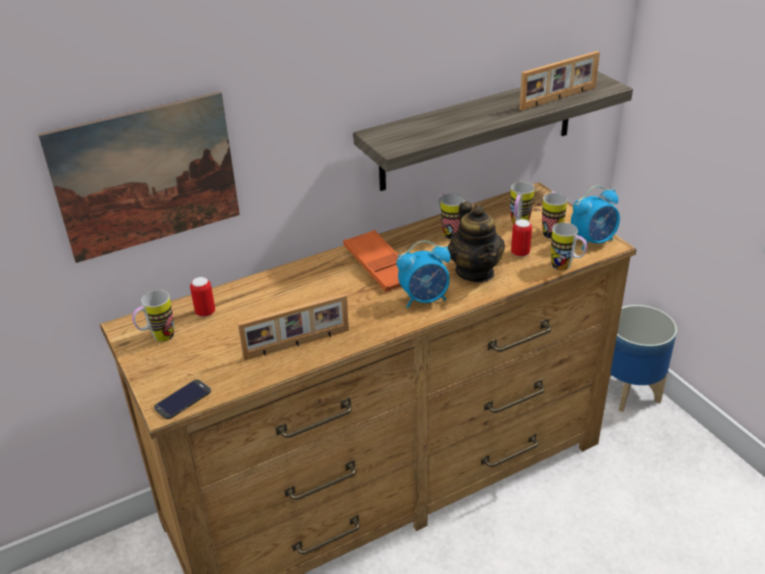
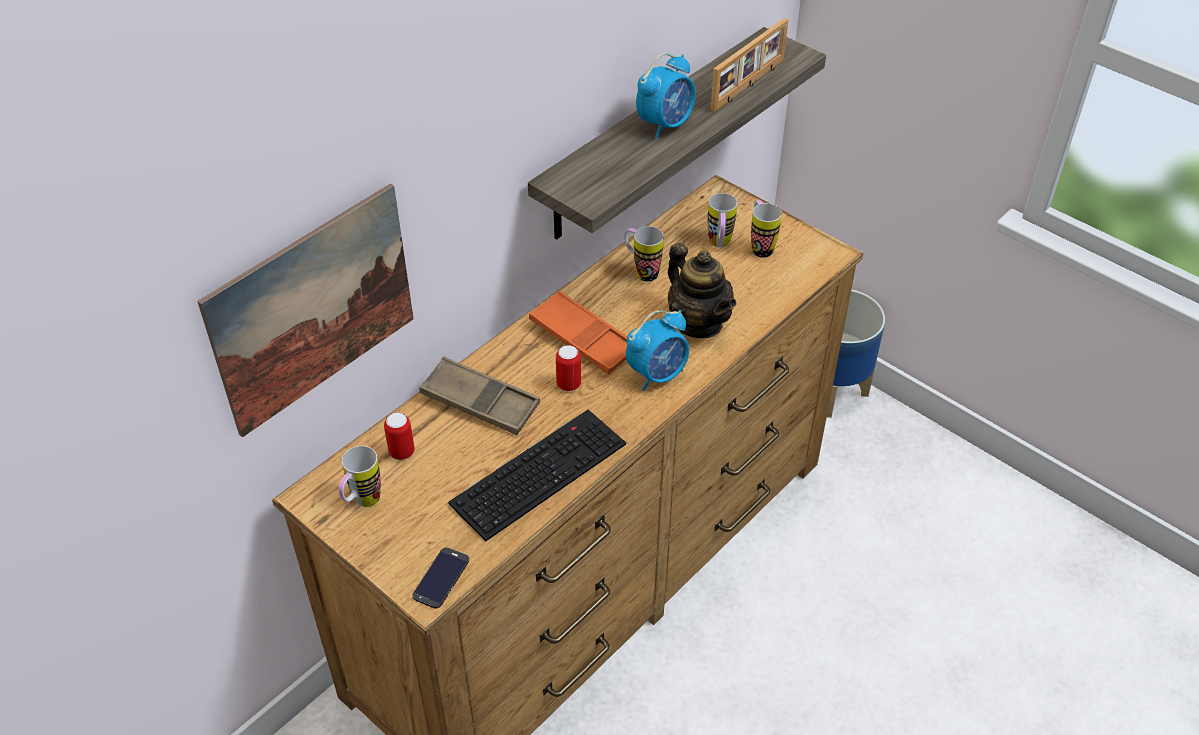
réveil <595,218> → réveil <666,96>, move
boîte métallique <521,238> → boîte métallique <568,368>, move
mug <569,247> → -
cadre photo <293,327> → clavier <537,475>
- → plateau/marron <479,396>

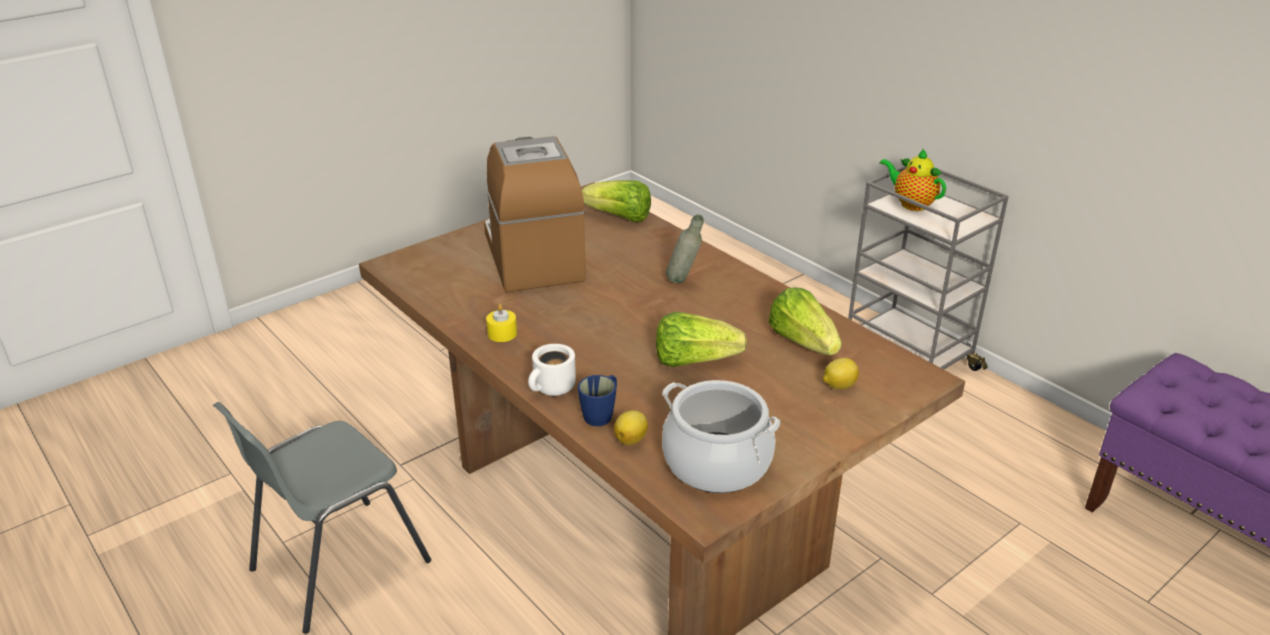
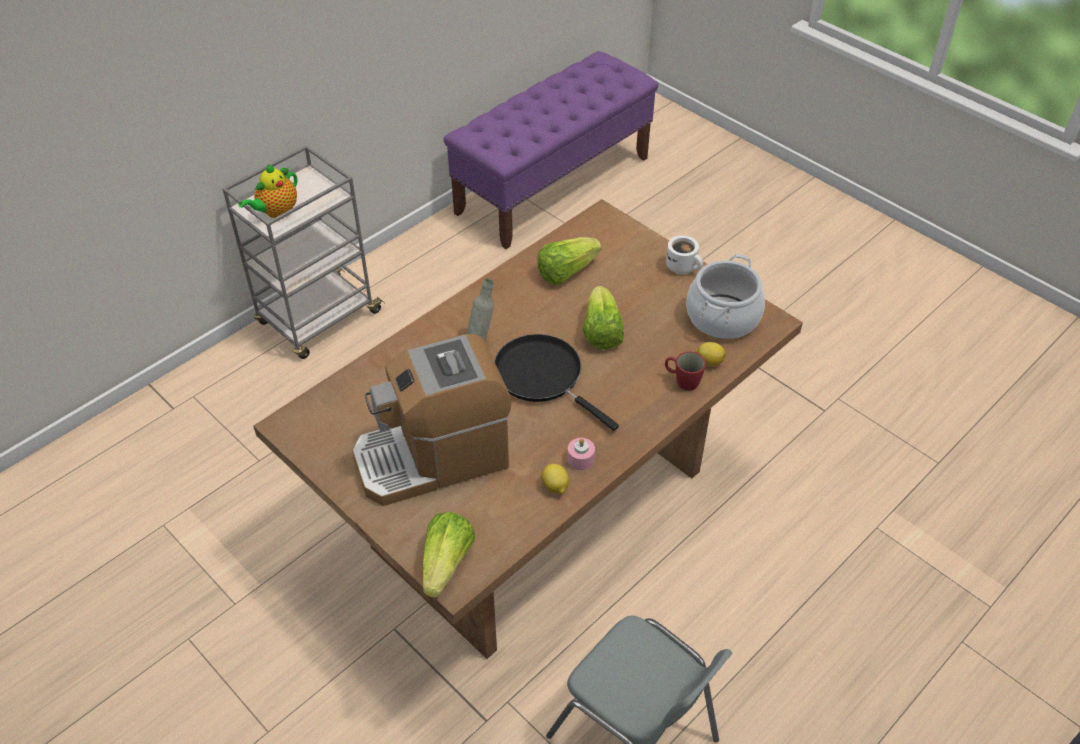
laitue <616,201> → laitue <448,555>, move
bougie/jaune <501,323> → bougie/rose <581,454>
mug/blanc <552,370> → mug/blanc <684,254>, move
citron <841,373> → citron <555,479>, move
mug/bleu <597,400> → mug/rouge <685,371>
- → poêle/noir <556,382>

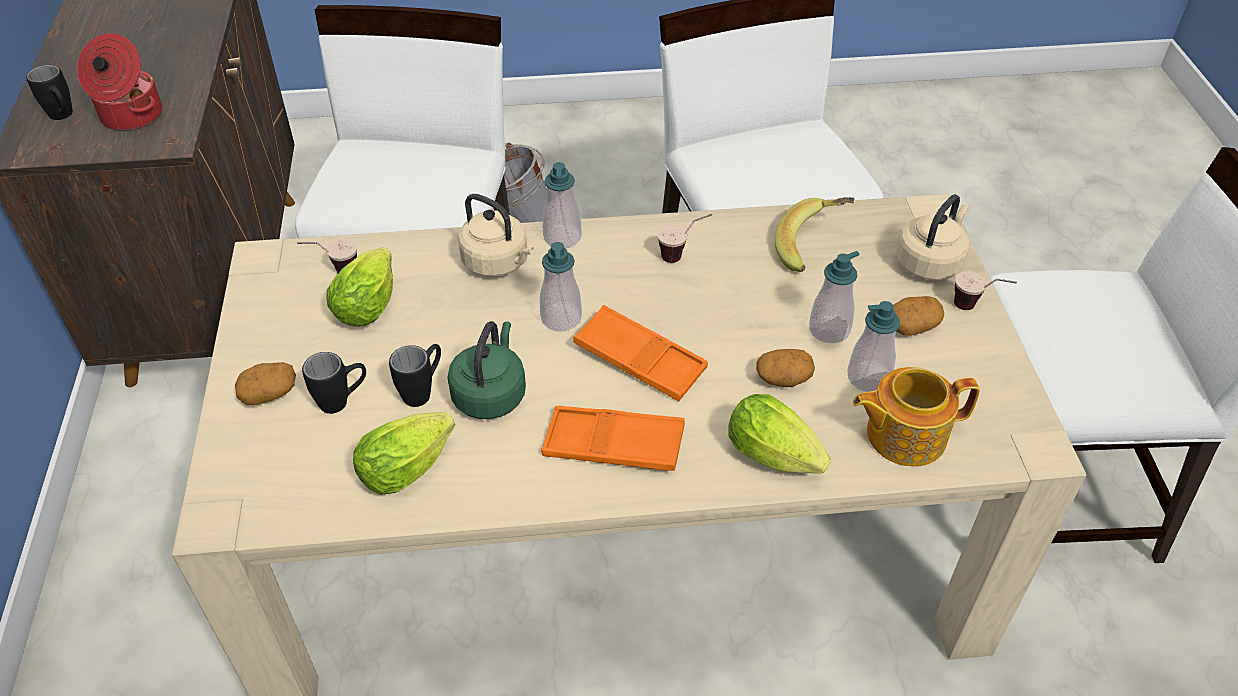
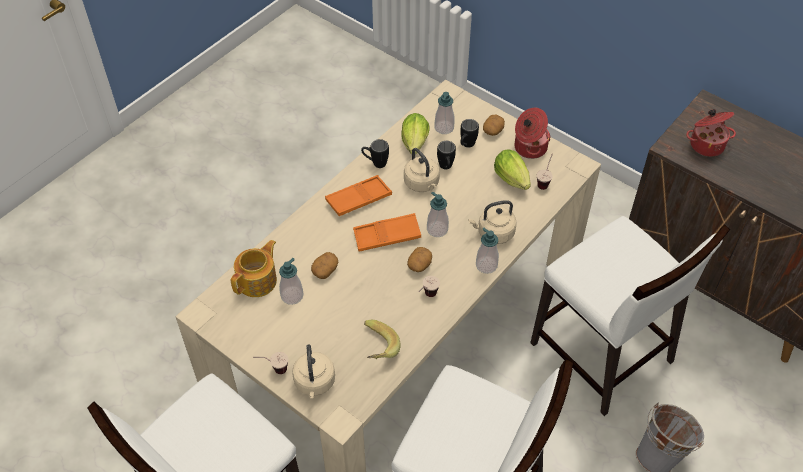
mug/noir <49,92> → mug/noir <375,153>, move
distributeur de savon <834,297> → distributeur de savon <444,113>, move
pomme de terre <918,316> → pomme de terre <419,259>, move
bouilloire/vert <486,370> → bouilloire/beige <422,170>
laitue <779,433> → -
- → marmite <532,133>

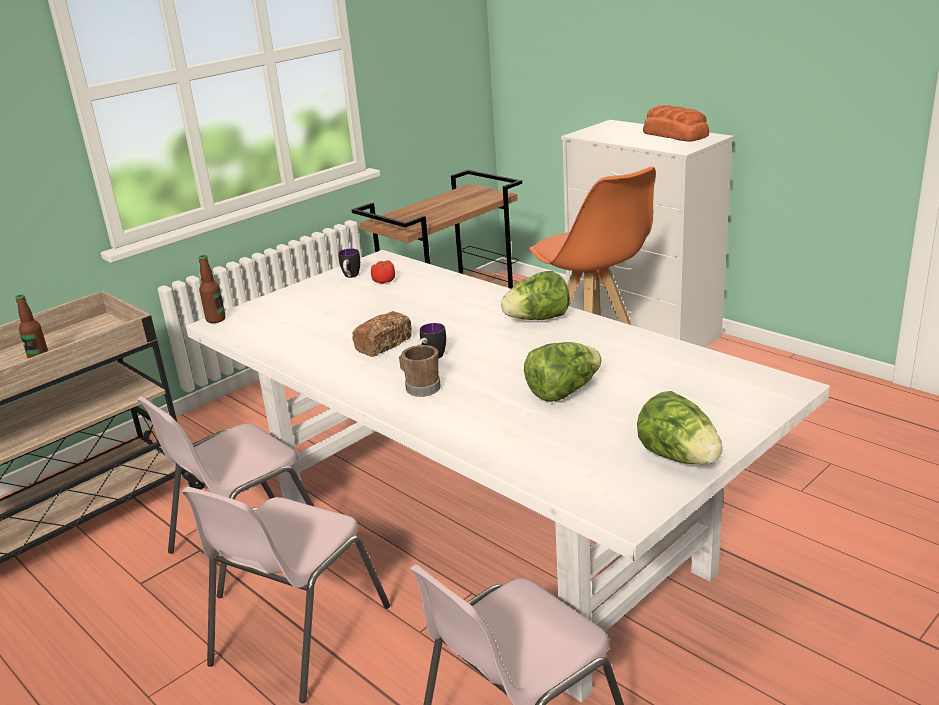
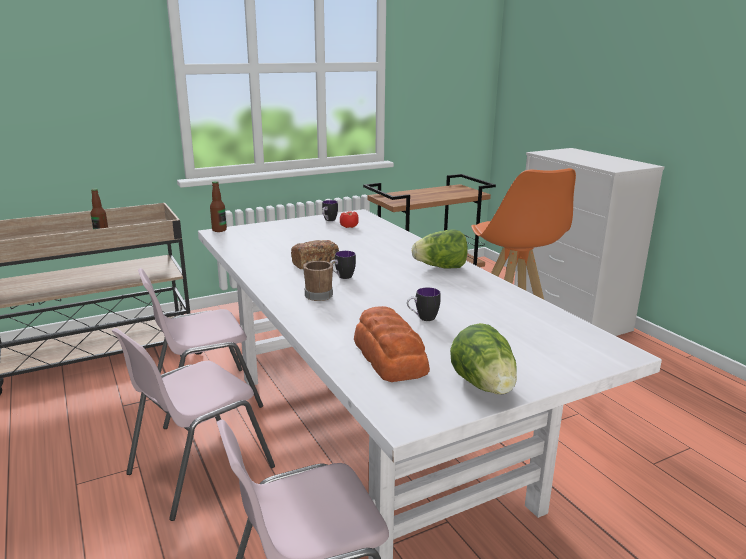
pain <676,123> → pain <392,344>, move
laitue <563,372> → mug <424,304>

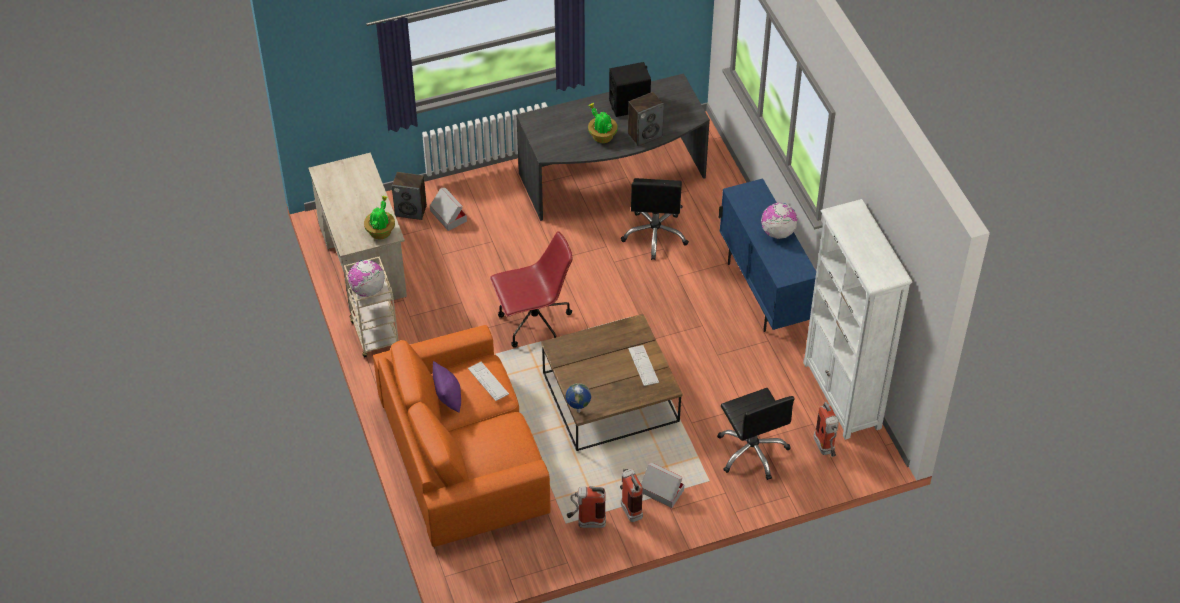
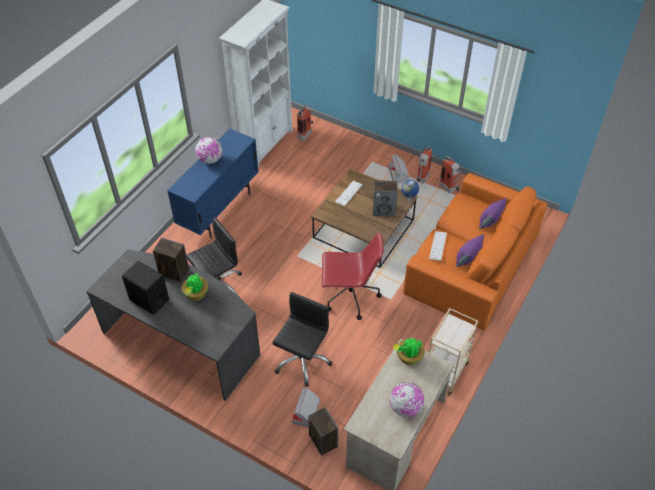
chaise de bureau/rouge <531,289> → chaise de bureau/rouge <353,276>, 150 degrees clockwise
globe <366,278> → globe <406,399>, move
chaise de bureau/noir <756,434> → chaise de bureau/noir <302,339>, move
- → enceinte <385,198>
- → coussin/violet <493,213>

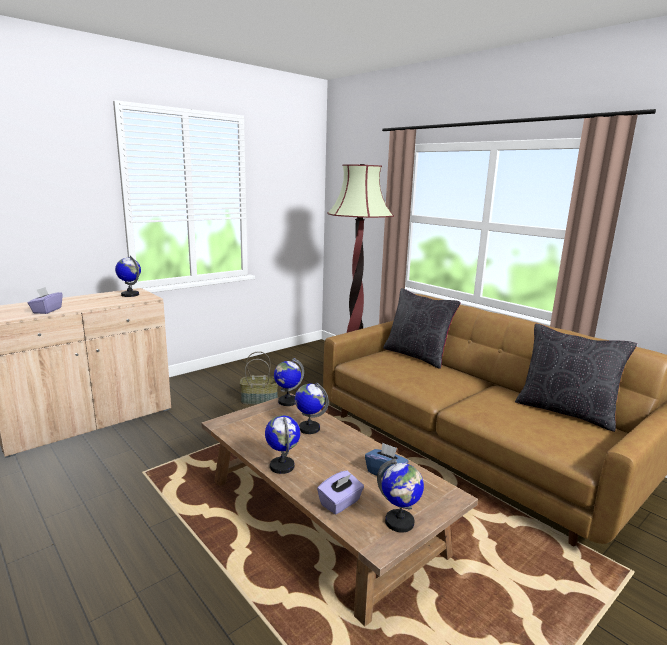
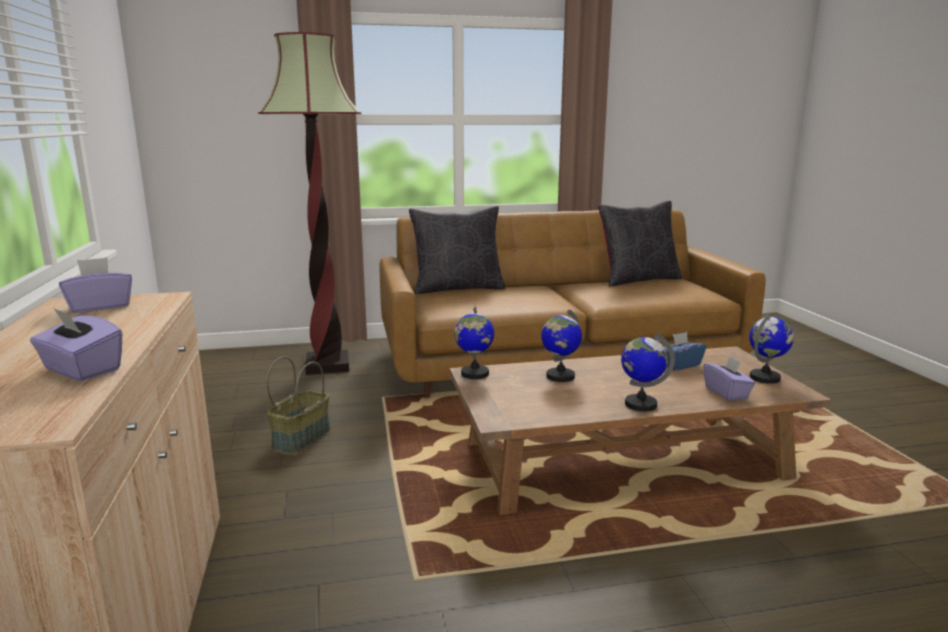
globe <128,276> → boîte à mouchoirs/violet <95,285>

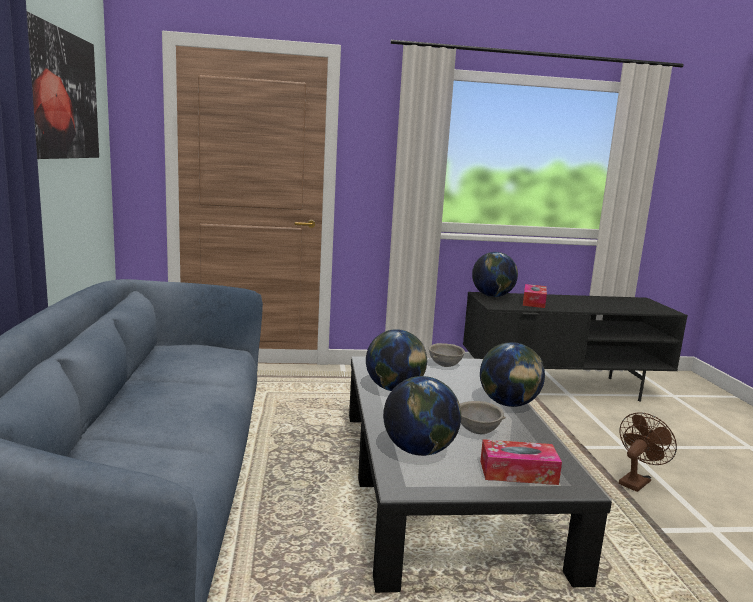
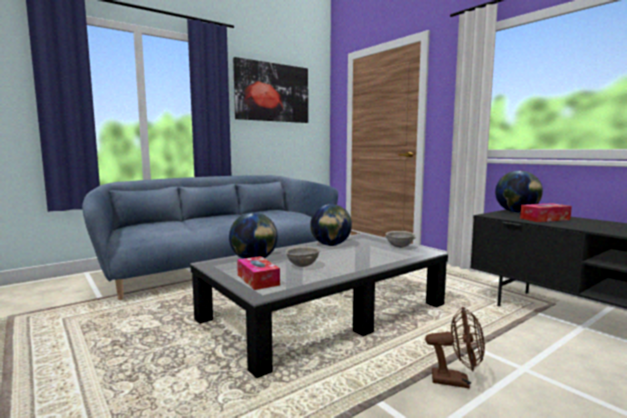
globe <512,374> → -

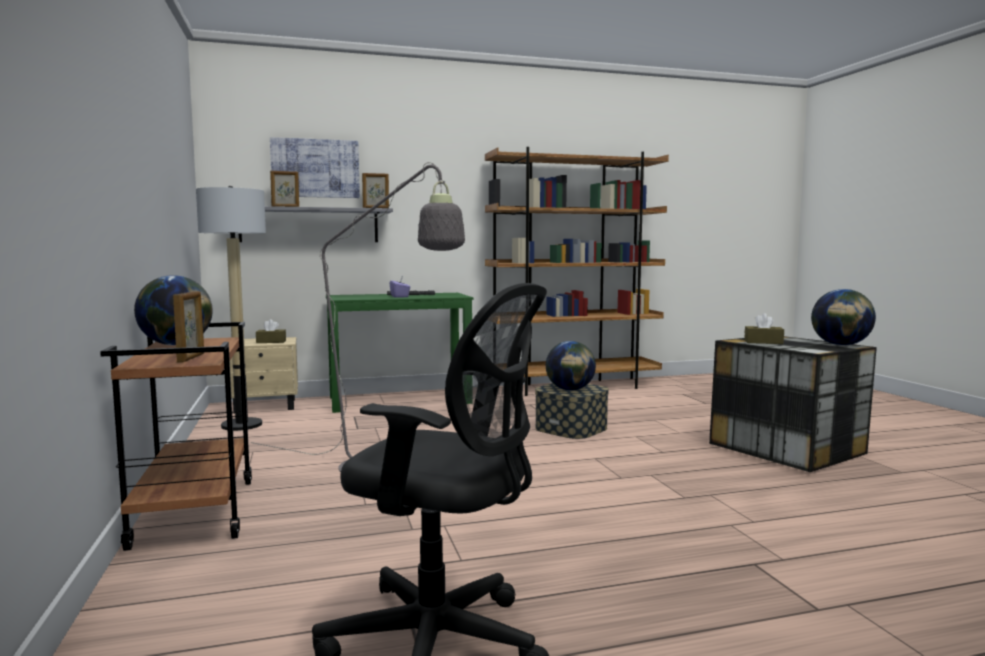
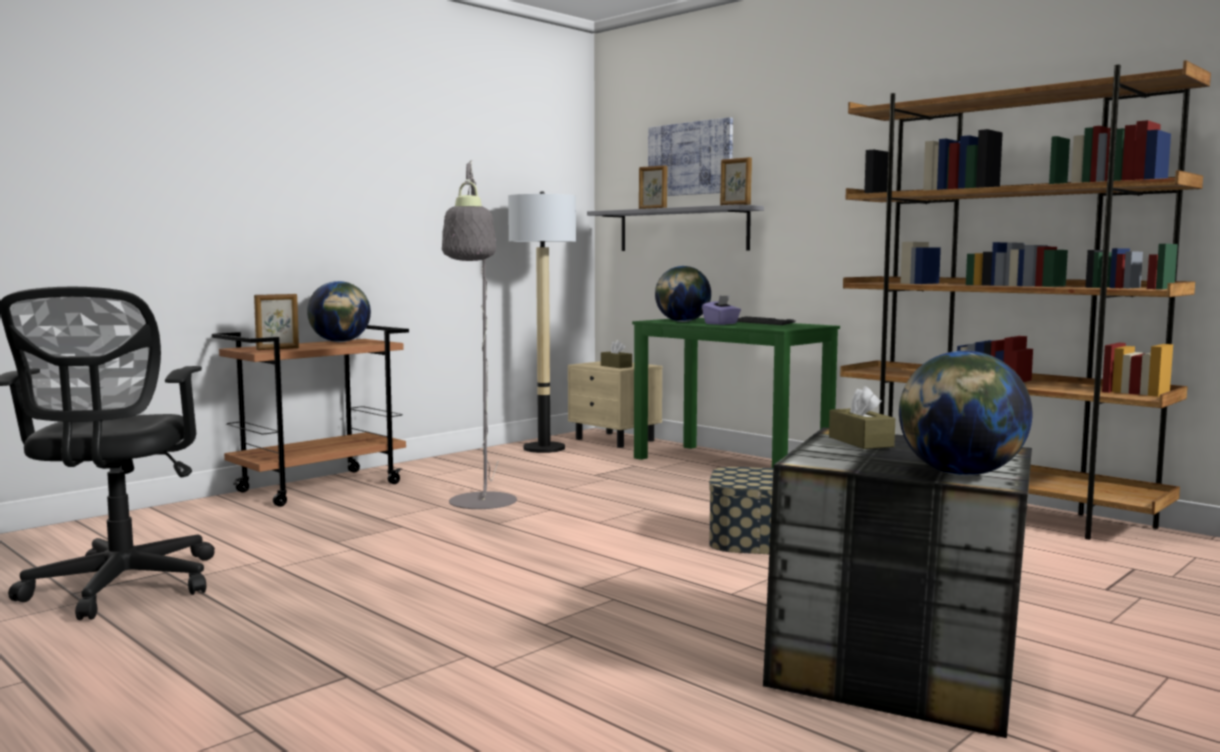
globe <571,366> → globe <683,294>, move

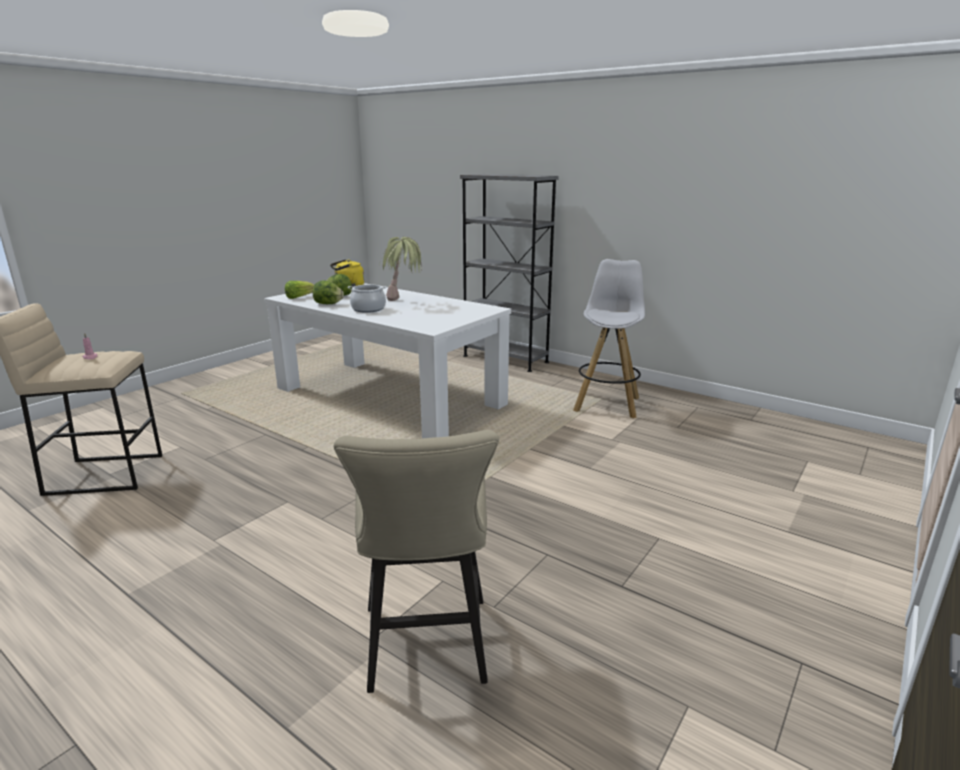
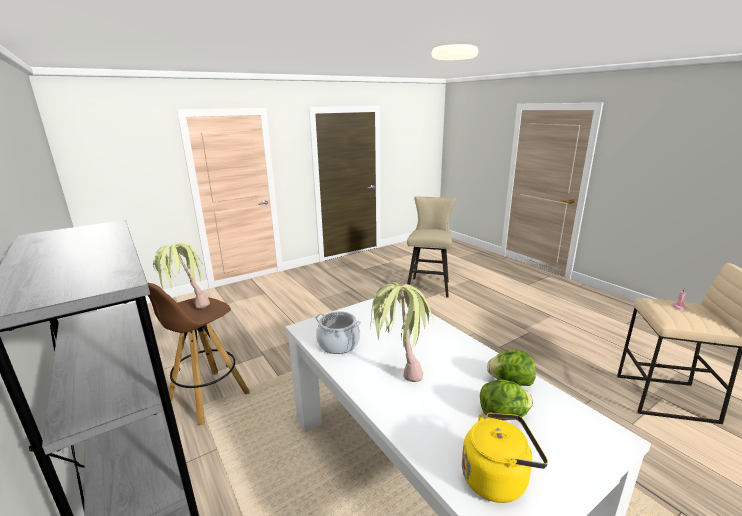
tabouret/blanc <609,338> → tabouret/marron <198,353>
laitue <299,290> → -
marmite <367,298> → marmite <338,332>, move
- → plante en pot <181,275>

